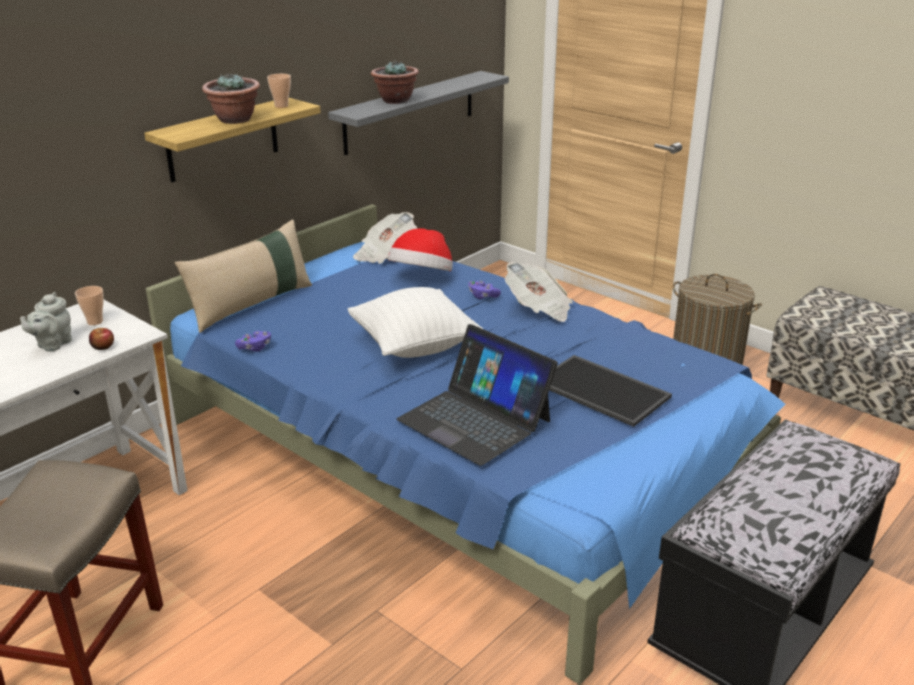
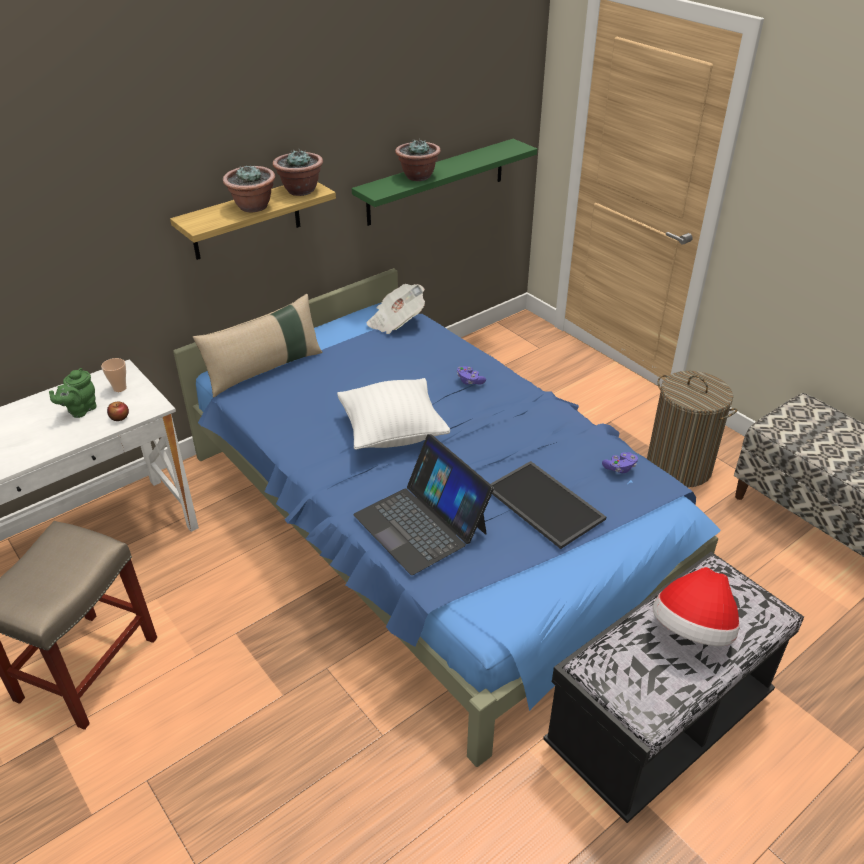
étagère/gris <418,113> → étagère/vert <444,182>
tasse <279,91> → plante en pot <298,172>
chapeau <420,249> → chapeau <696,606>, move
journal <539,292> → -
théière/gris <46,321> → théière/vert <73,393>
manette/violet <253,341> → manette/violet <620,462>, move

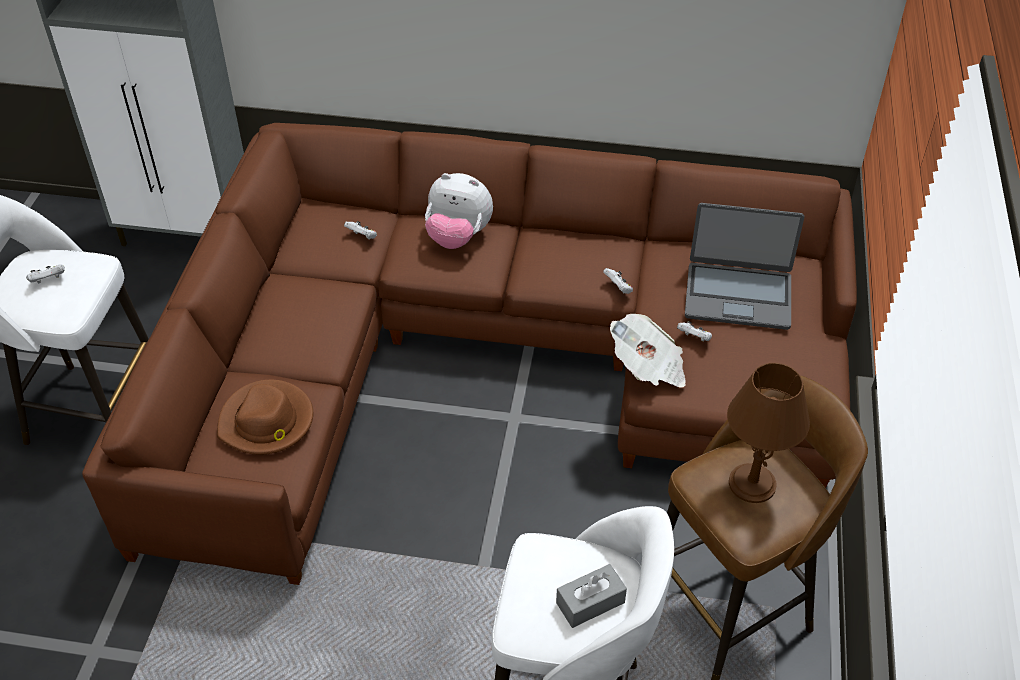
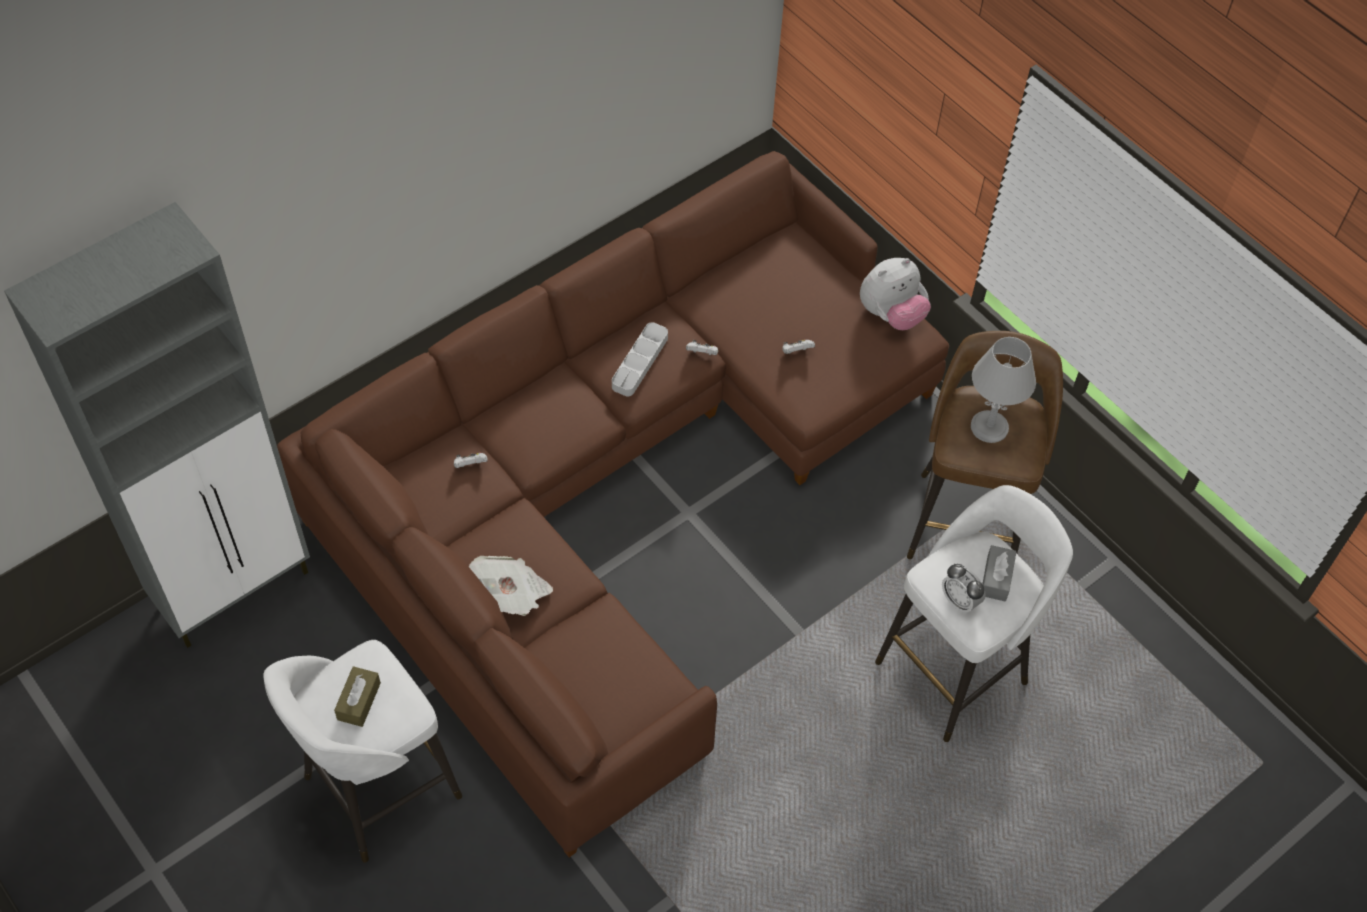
peluche <459,211> → peluche <895,294>, move
ordinateur portable <744,266> → -
manette/blanc <45,274> → boîte à mouchoirs/marron <357,696>
journal <648,351> → journal <511,586>, move
lampe de table/marron <768,433> → lampe de table/gris <1003,390>
chapeau/marron <265,417> → -
- → plateau/gris <640,359>
- → réveil <964,589>

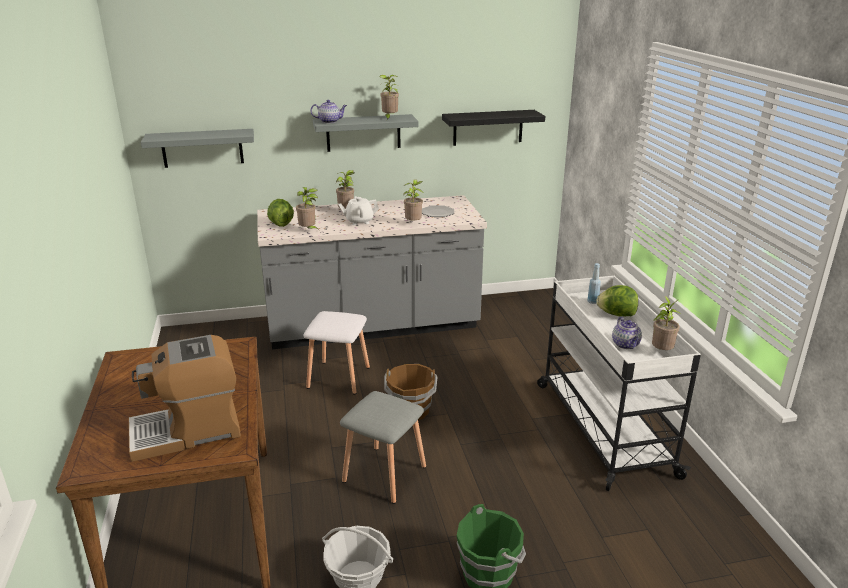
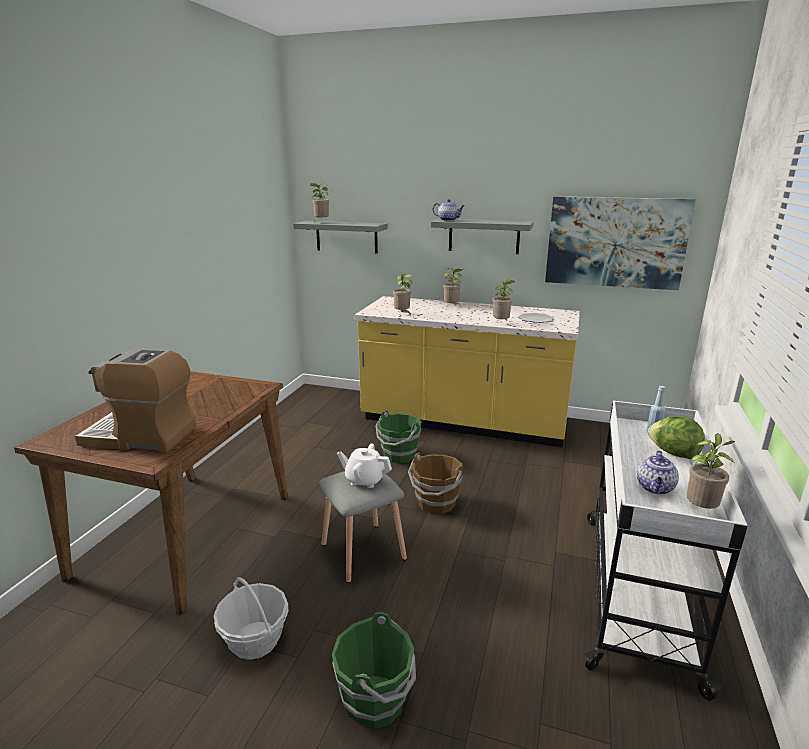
plante en pot <389,97> → plante en pot <319,202>, move
étagère/noir <493,128> → tableau <620,243>
comptoir de cuisine/gris <372,272> → comptoir de cuisine/jaune <467,371>
théière/blanc <358,210> → théière/blanc <364,466>, move
laitue <280,213> → -
tabouret/blanc <336,352> → seau/vert <398,436>

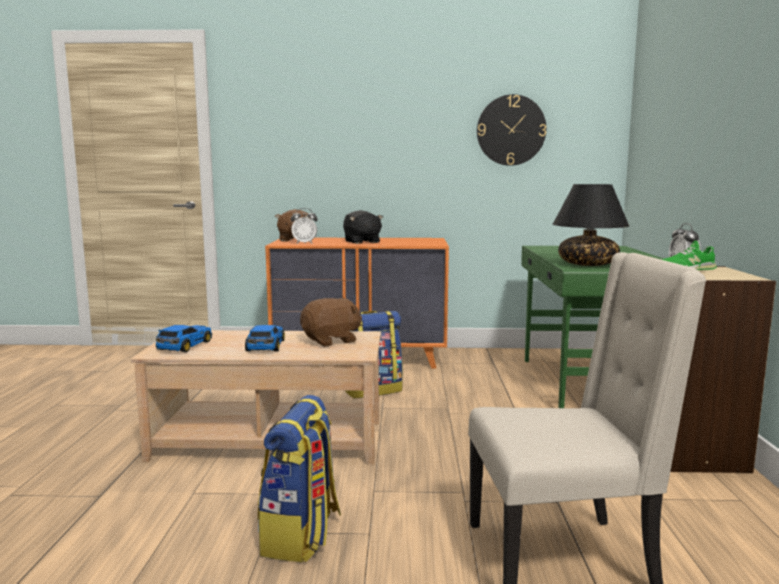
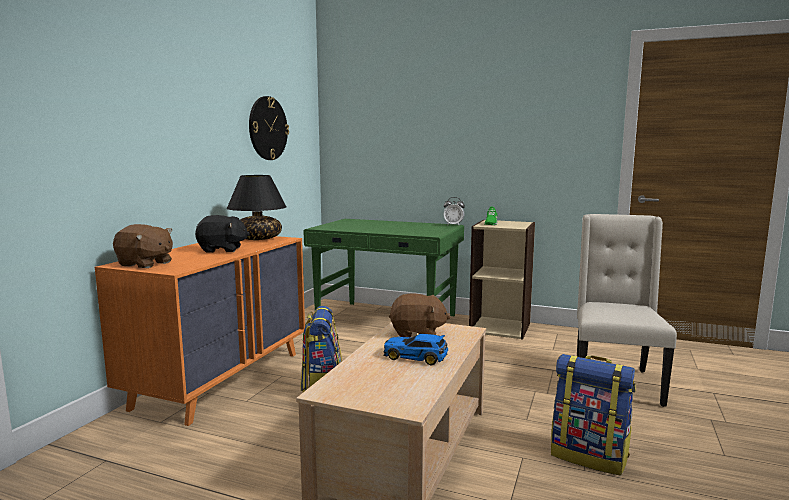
lampe de table/noir <591,225> → lampe de table/noir <257,207>, move
réveil <304,226> → -
peluche/marron <331,322> → peluche/marron <419,315>, 105 degrees clockwise
petite voiture <183,338> → -

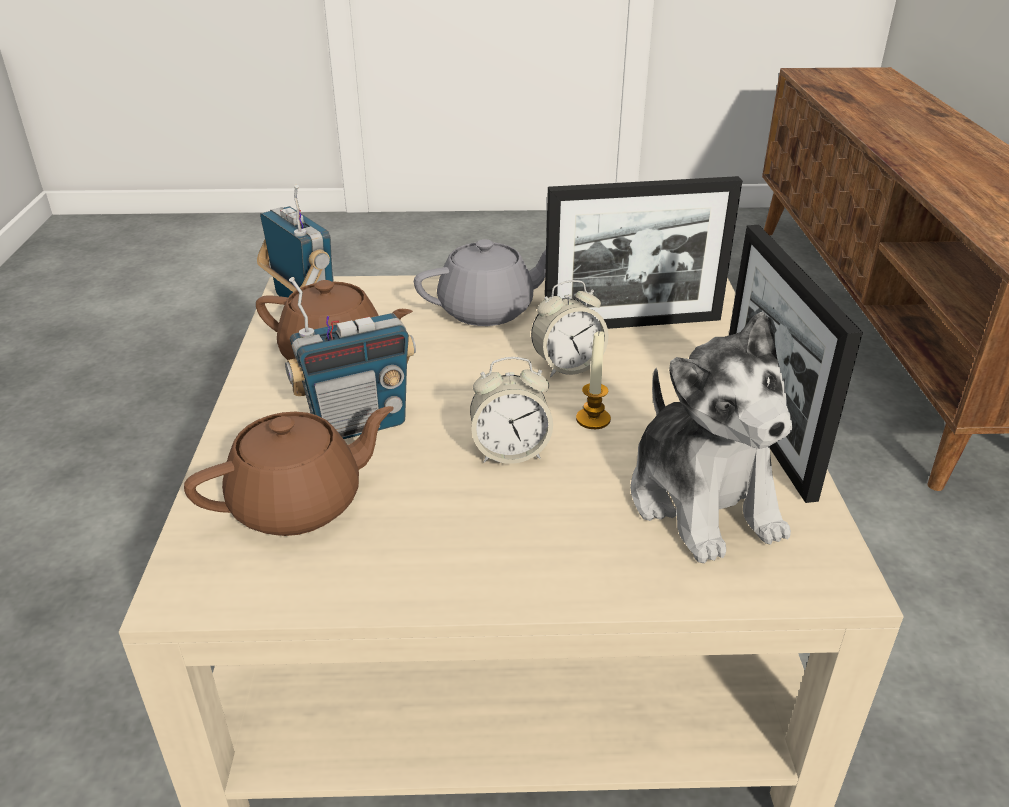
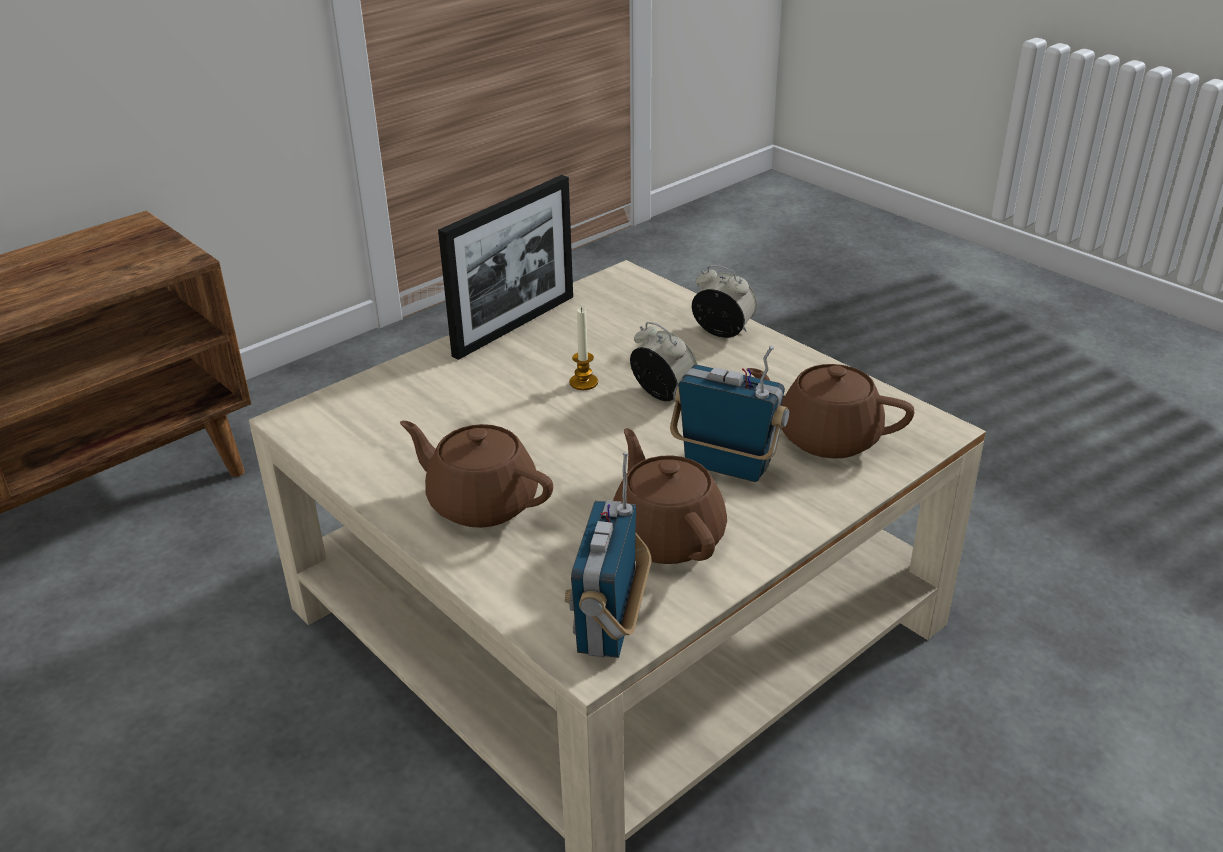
cadre photo <643,252> → -
théière/gris <480,282> → théière/marron <476,474>
réveil <570,328> → réveil <724,301>, move
peluche <711,437> → -

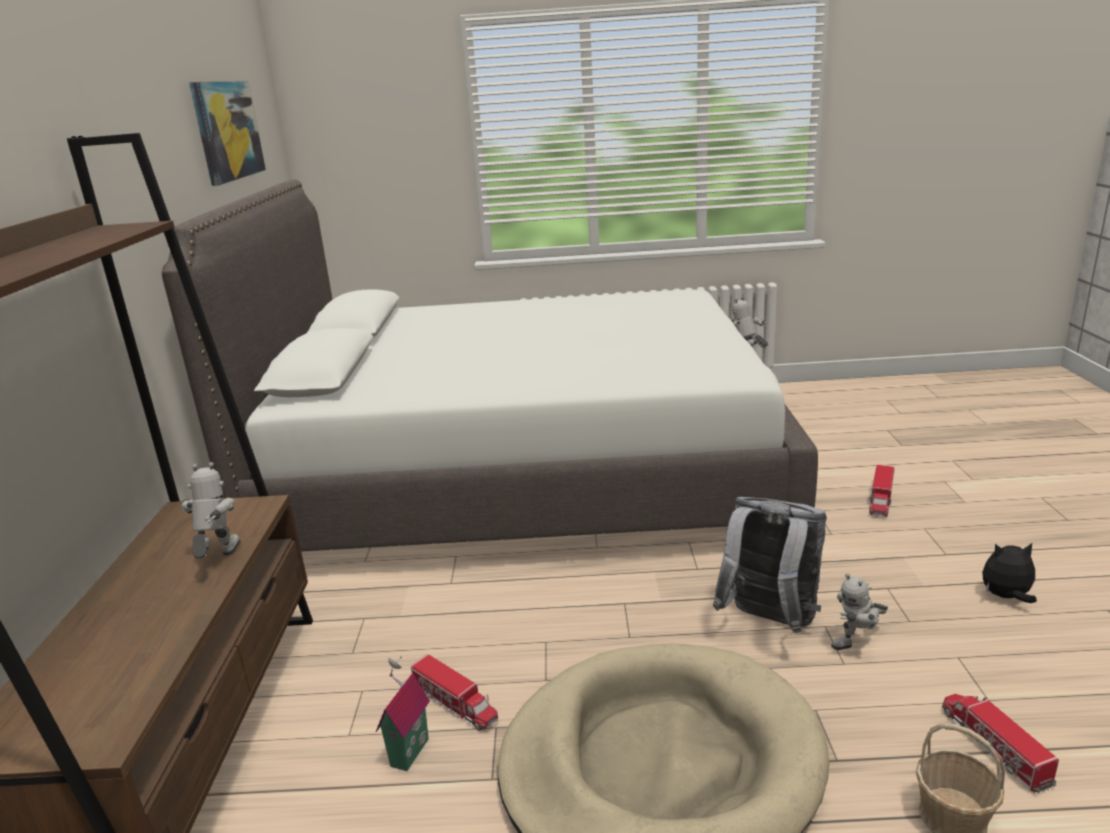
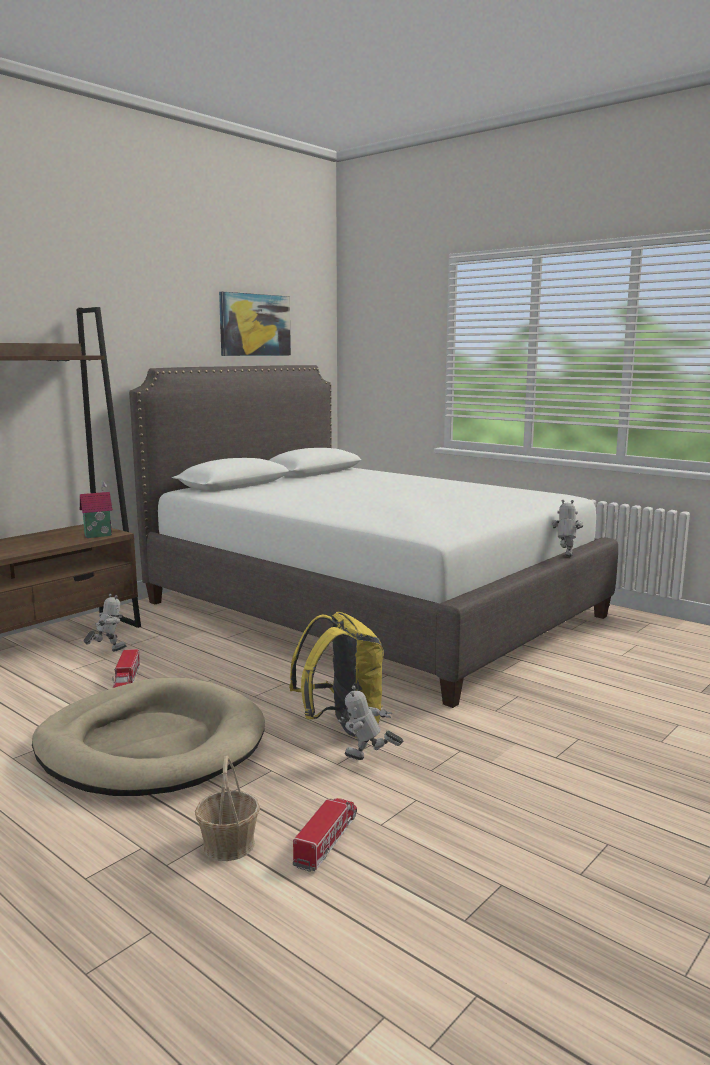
robot jouet <211,511> → robot jouet <104,623>, move
camion jouet <882,490> → -
sac à dos/gris <770,565> → sac à dos/jaune <336,675>
peluche <1009,573> → -
maison miniature <403,713> → maison miniature <96,509>, move

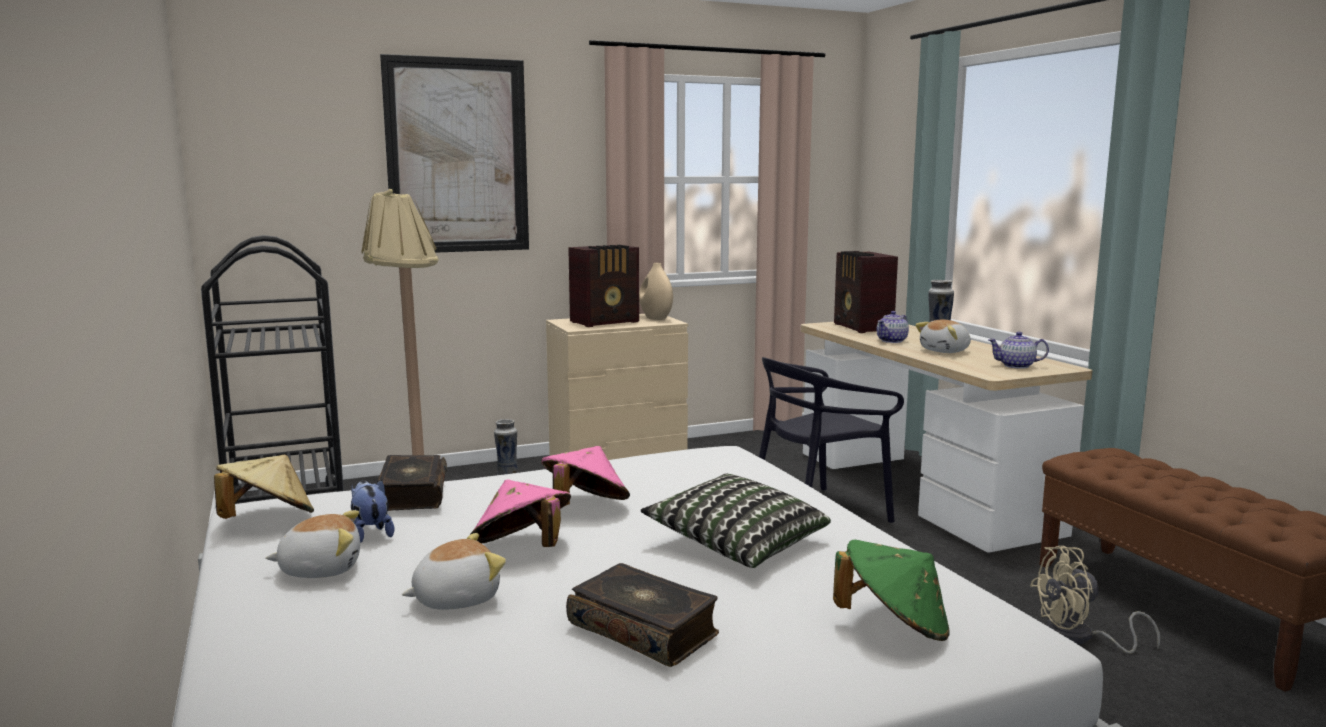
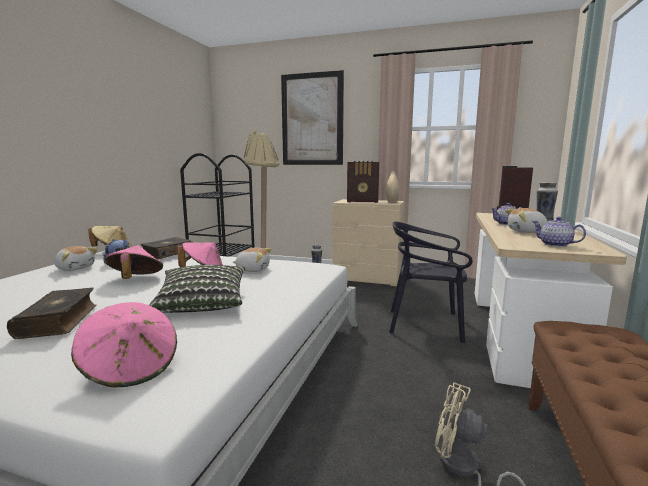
peluche <454,571> → peluche <252,259>, move
chapeau/vert <891,590> → chapeau/rose <124,345>

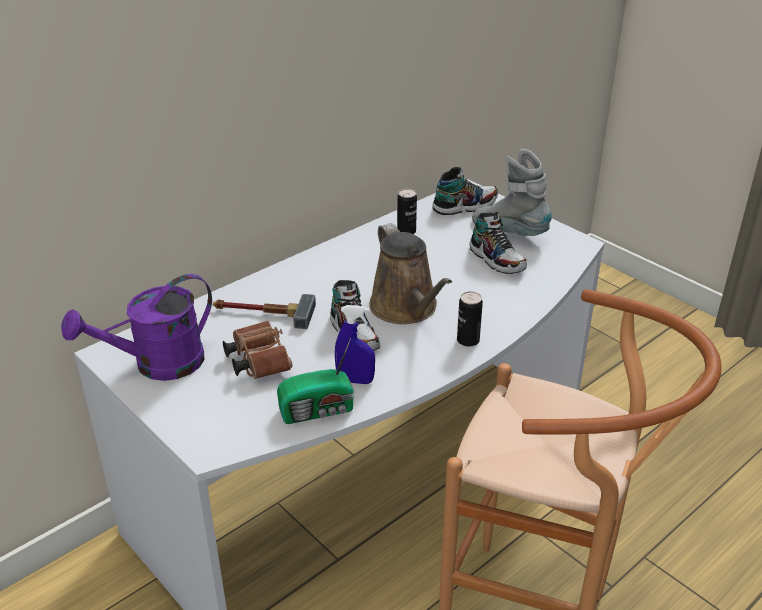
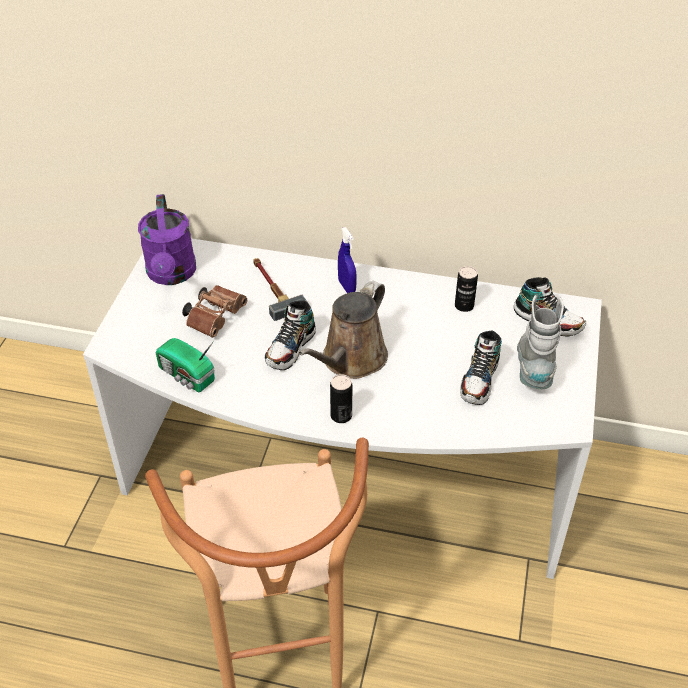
arrosoir/violet <136,327> → arrosoir/violet <167,239>, 120 degrees counterclockwise
vaporisateur/bleu <355,344> → vaporisateur/bleu <347,260>, move

